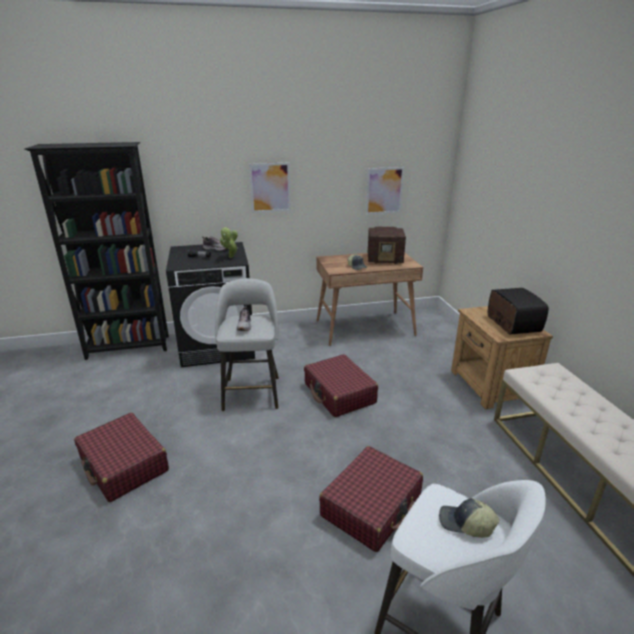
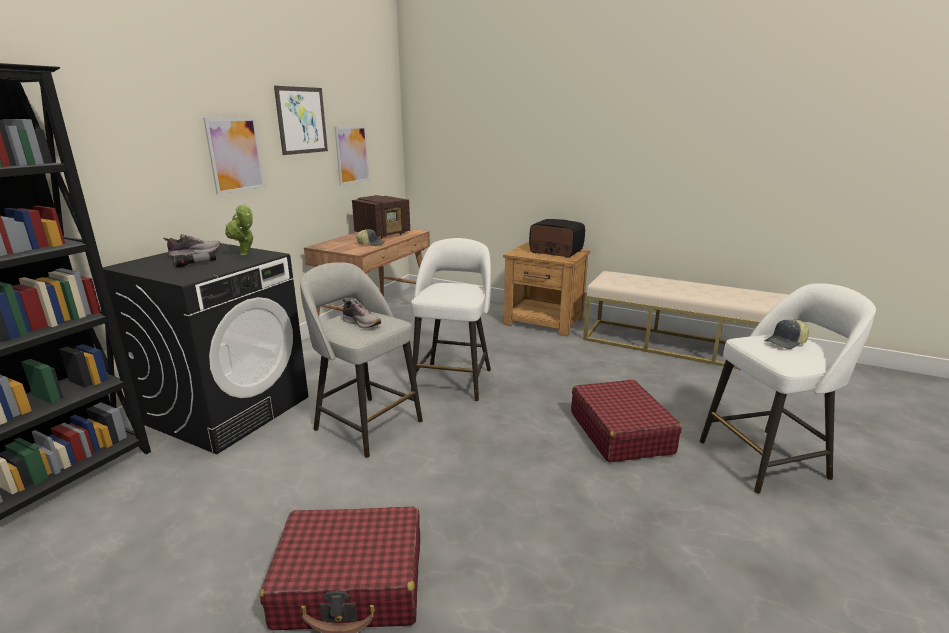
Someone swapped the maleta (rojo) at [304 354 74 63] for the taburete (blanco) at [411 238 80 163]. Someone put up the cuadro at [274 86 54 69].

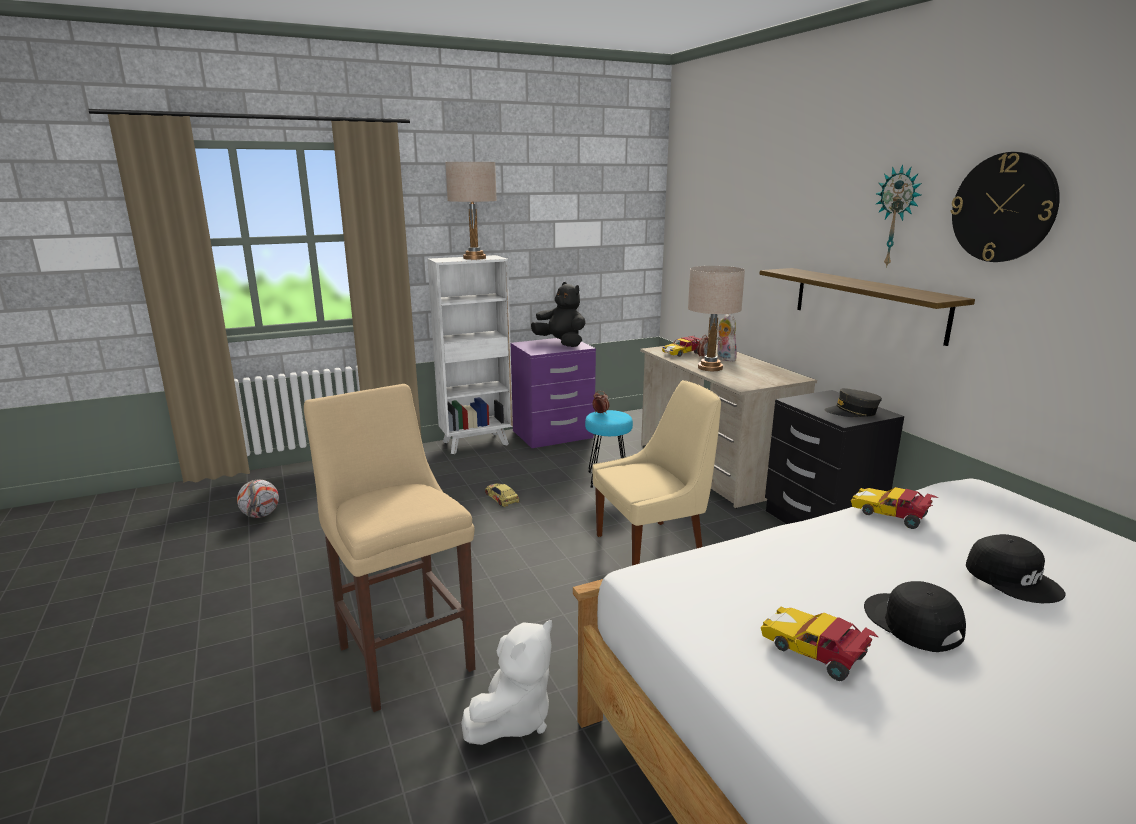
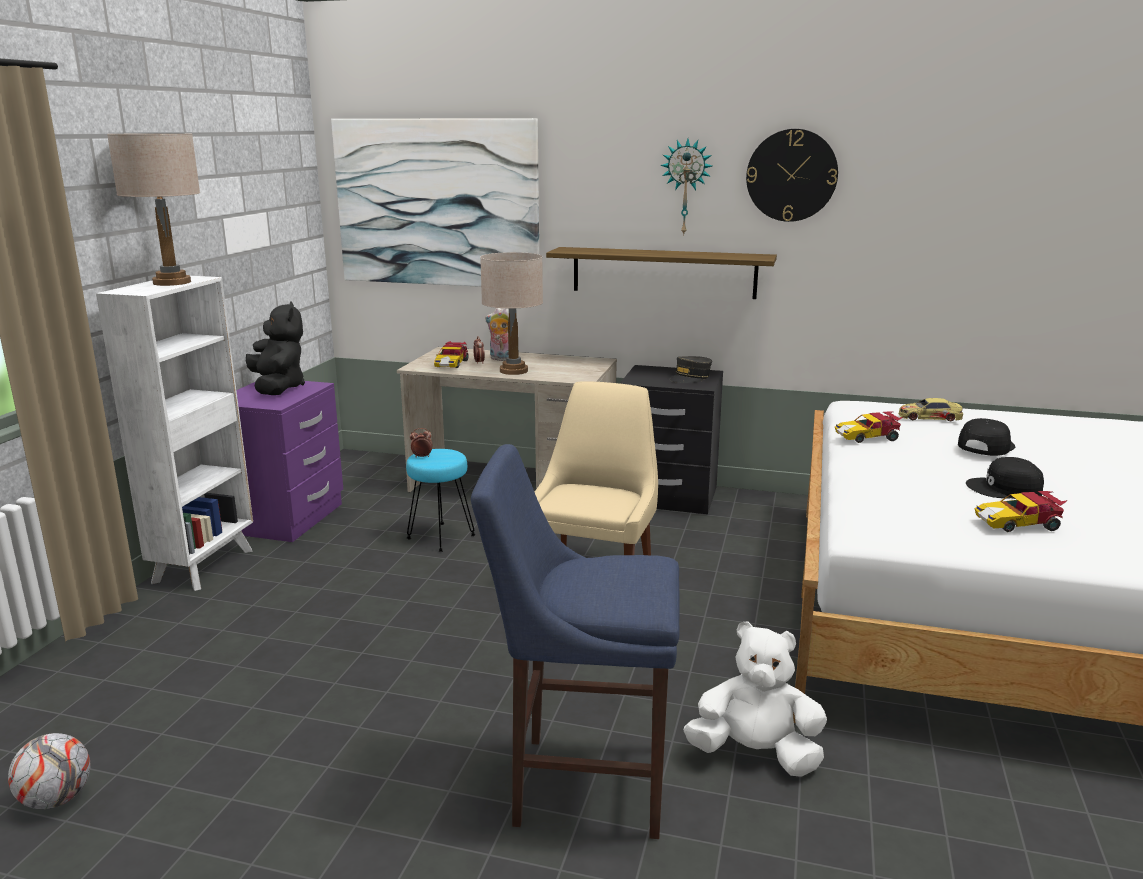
Someone repainted the taburete (beis) at [304 384 171 328], which became the taburete (azul) at [471 444 209 395]. Someone rotated the peluche (blanco) at [461 620 91 125] by 60 degrees counterclockwise. Someone carried the coche de juguete from [485 484 35 23] to [898 398 65 23]. Someone rotated the peluche (negro) at [531 282 55 65] by 75 degrees clockwise. Someone rotated the gorra (negro) at [966 534 100 69] by 60 degrees counterclockwise. Someone put up the cuadro at [331 118 208 169].

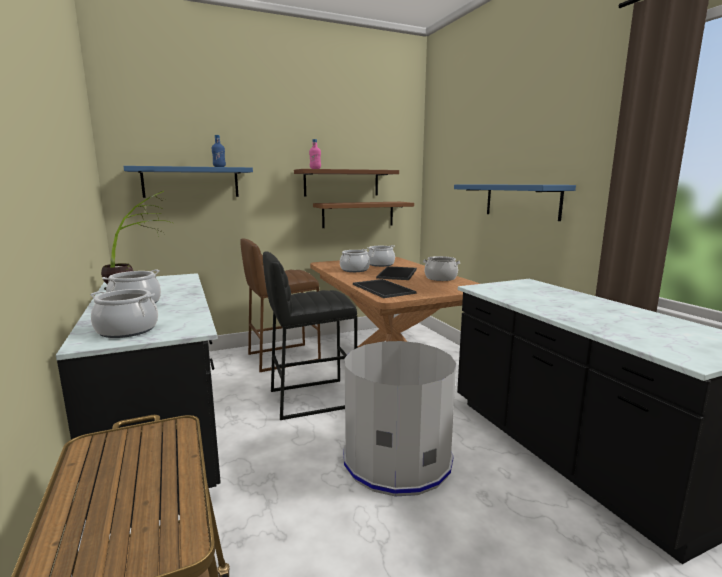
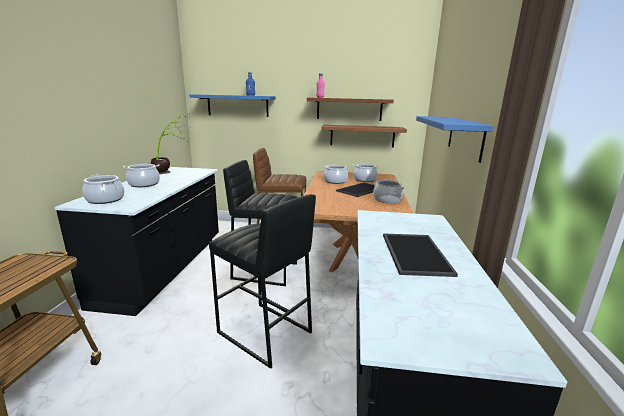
Someone swapped the papelera (gris) at [343 341 113 155] for the taburete (negro) at [209 194 107 175]. Someone carried the bandeja from [353 279 64 19] to [383 233 75 44].

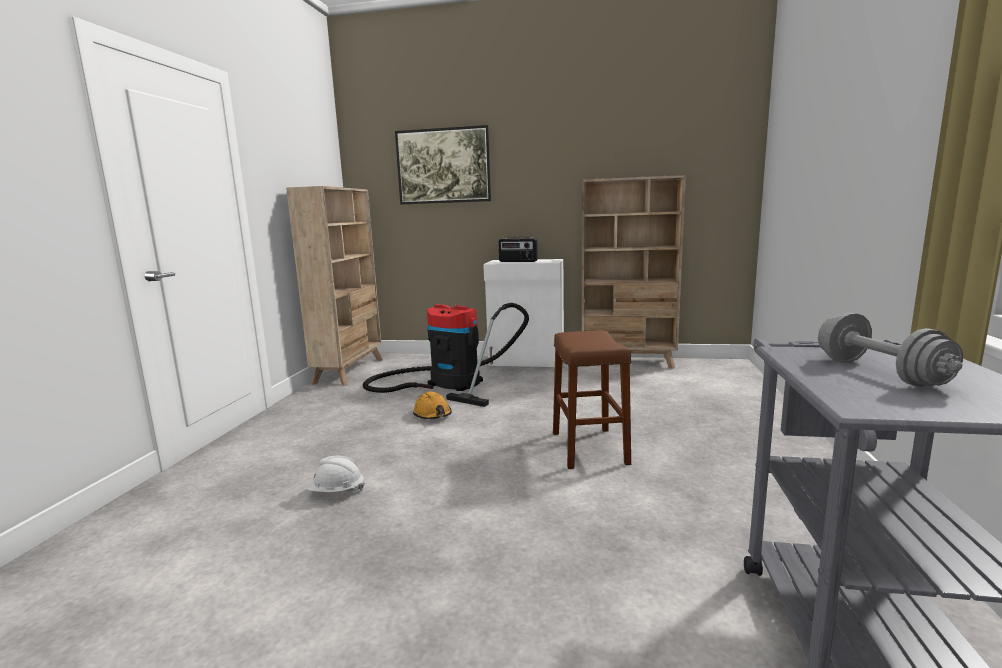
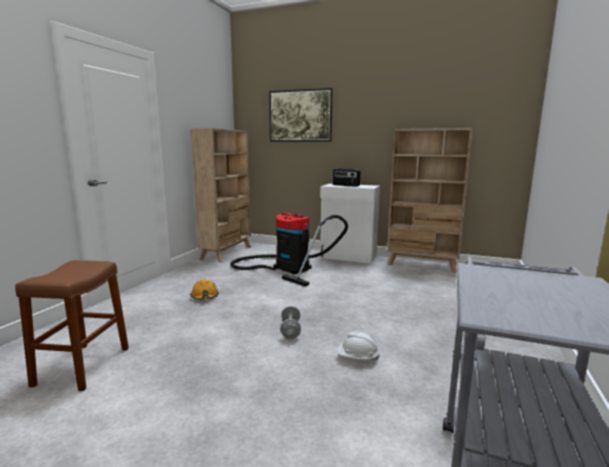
Someone carried the casco (blanco) from [307 456 58 36] to [338 331 42 30]. Someone carried the casco (naranja) from [413 391 39 28] to [191 279 27 21]. Someone carried the taburete (marrón) from [553 330 78 139] to [15 260 114 131]. Someone carried the mancuerna (gris) from [818 312 145 75] to [281 306 20 34].

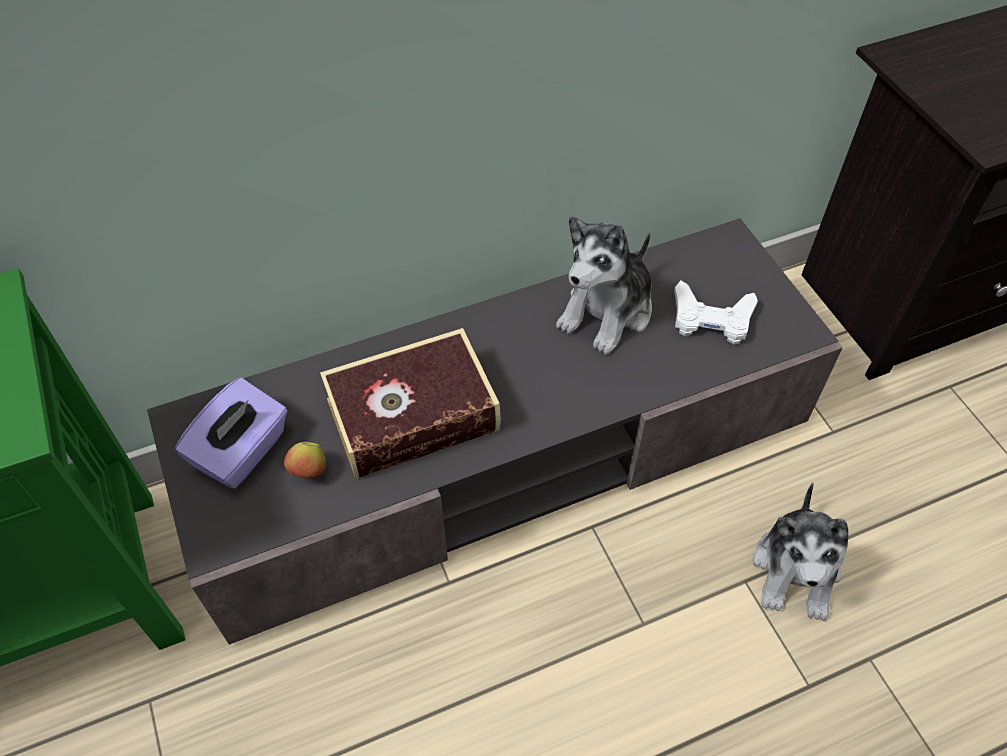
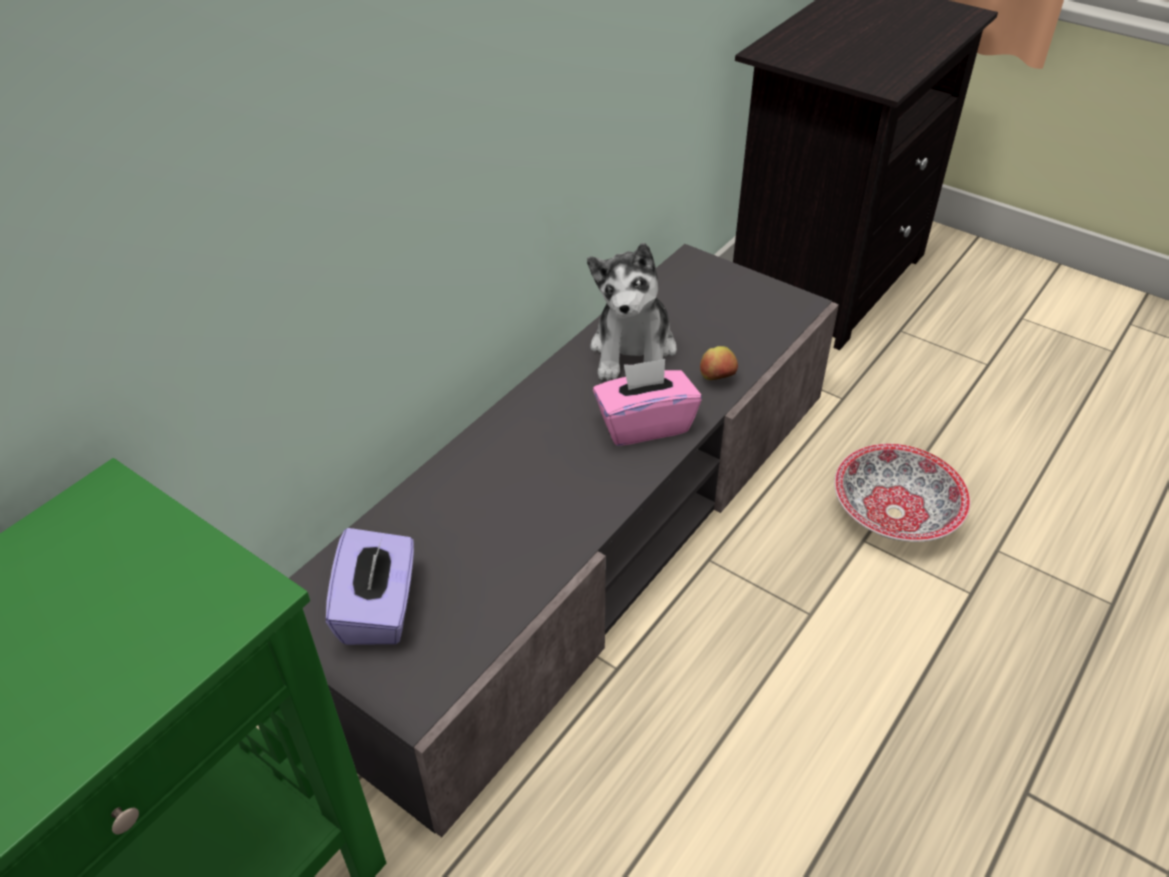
Someone carried the manzana from [284 442 42 37] to [700 346 38 34]. Someone took away the libro at [320 328 181 151]. Someone took away the mando de consola (blanco) at [674 281 84 64]. Someone swapped the peluche at [753 483 95 138] for the cuenco at [834 443 136 99]. Someone put down the caja de pañuelos (rosa) at [593 359 109 87].

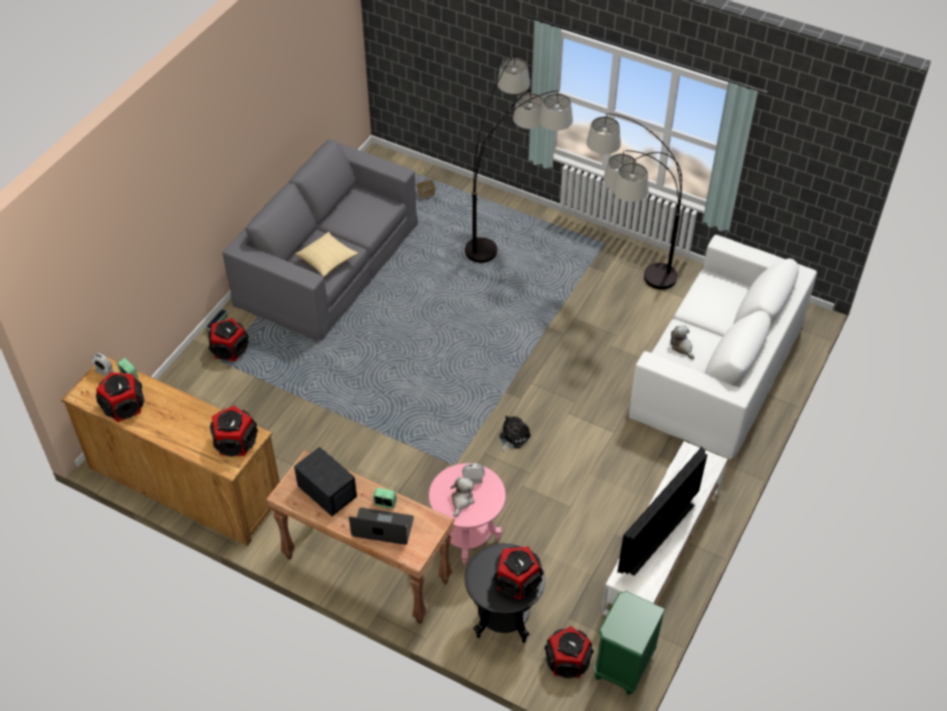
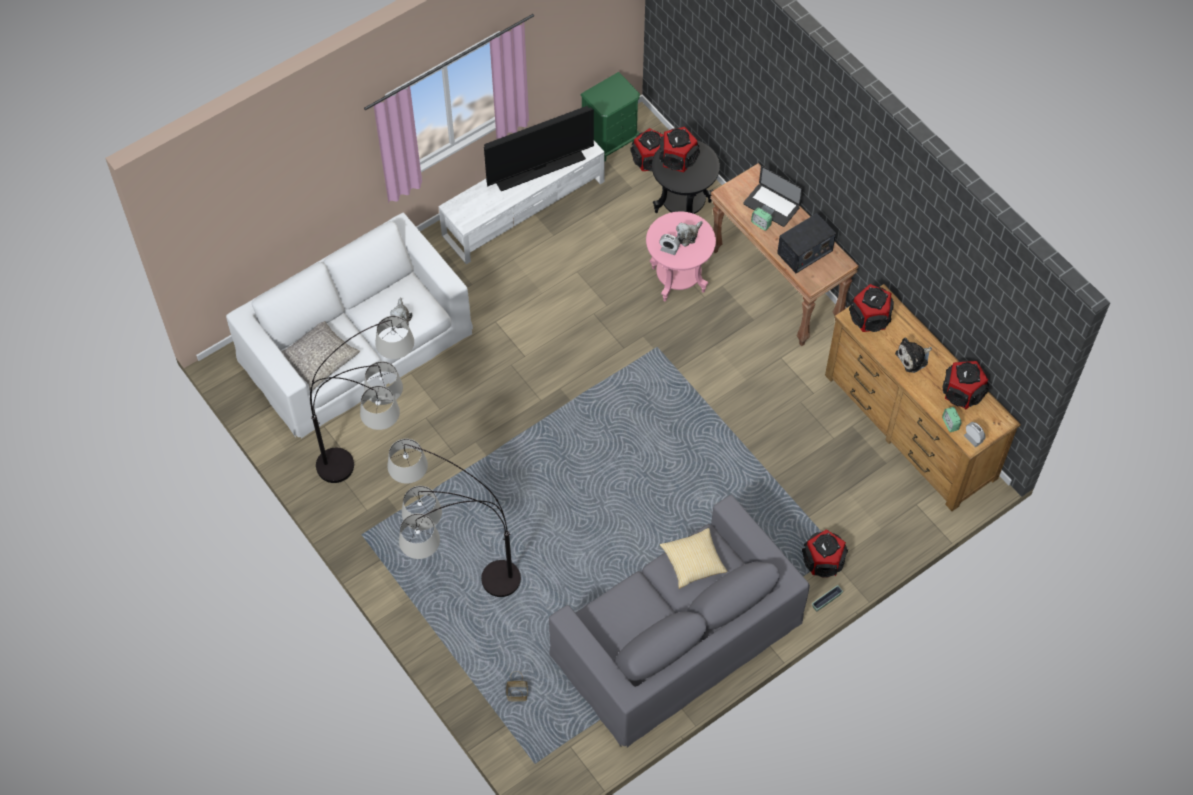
Someone rotated the radio at [294 447 63 69] by 105 degrees counterclockwise. Someone carried the peluche from [499 416 32 36] to [895 338 37 35]. Someone put down the cojín (gris) at [281 321 79 69].

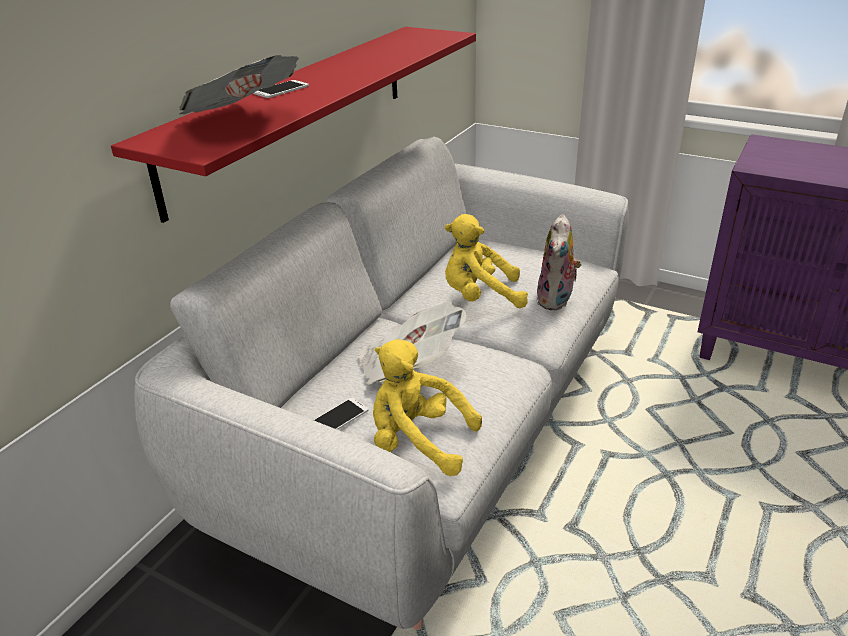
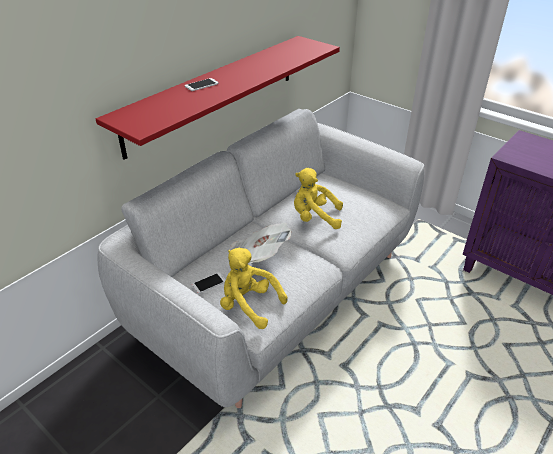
Someone took away the periódico at [179 55 120 59]. Someone took away the peluche at [537 214 45 97].

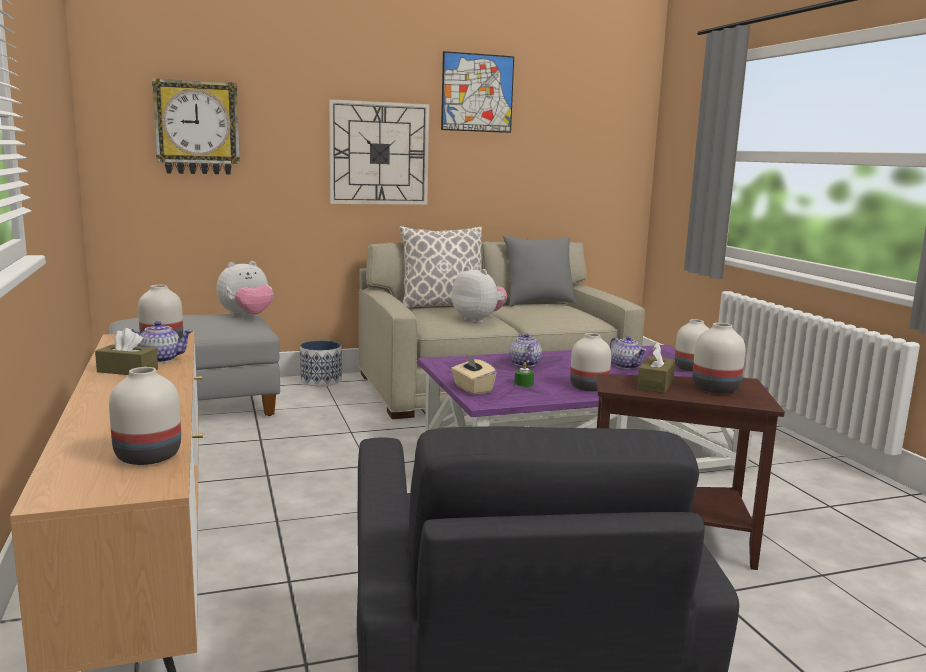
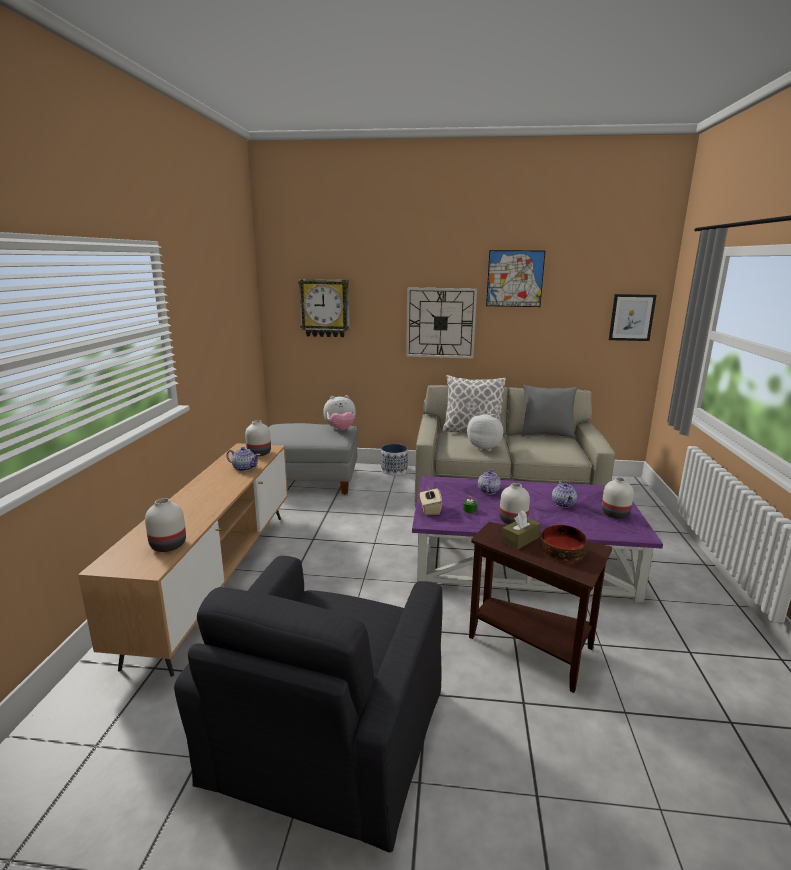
Someone took away the caja de pañuelos (marrón) at [95 328 63 47]. Someone rotated the peluche at [452 266 55 57] by 45 degrees counterclockwise. Someone swapped the florero (blanco) at [692 323 53 71] for the cuenco at [540 525 47 37]. Someone put up the cuadro at [609 294 48 47].

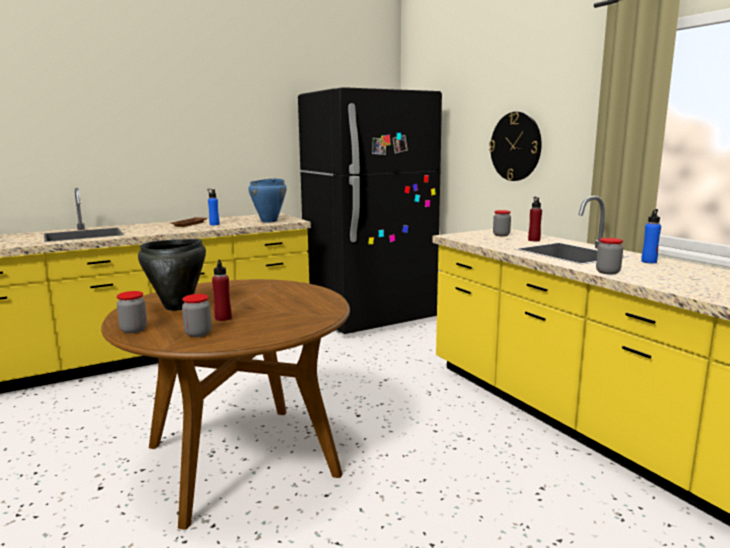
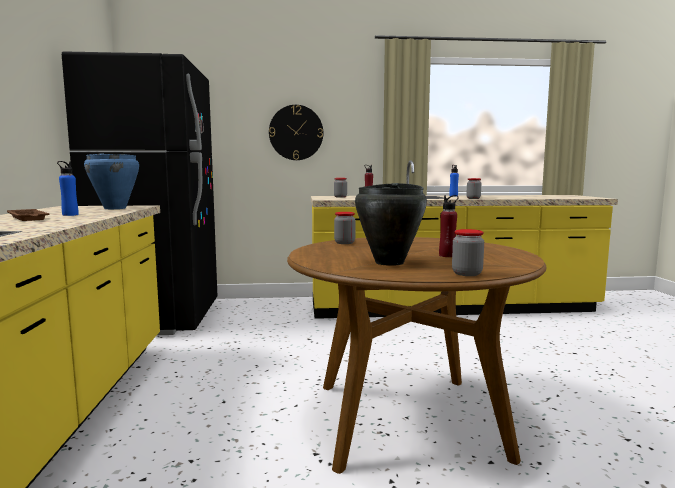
Someone carried the tarro from [182 294 30 43] to [334 212 22 32].

